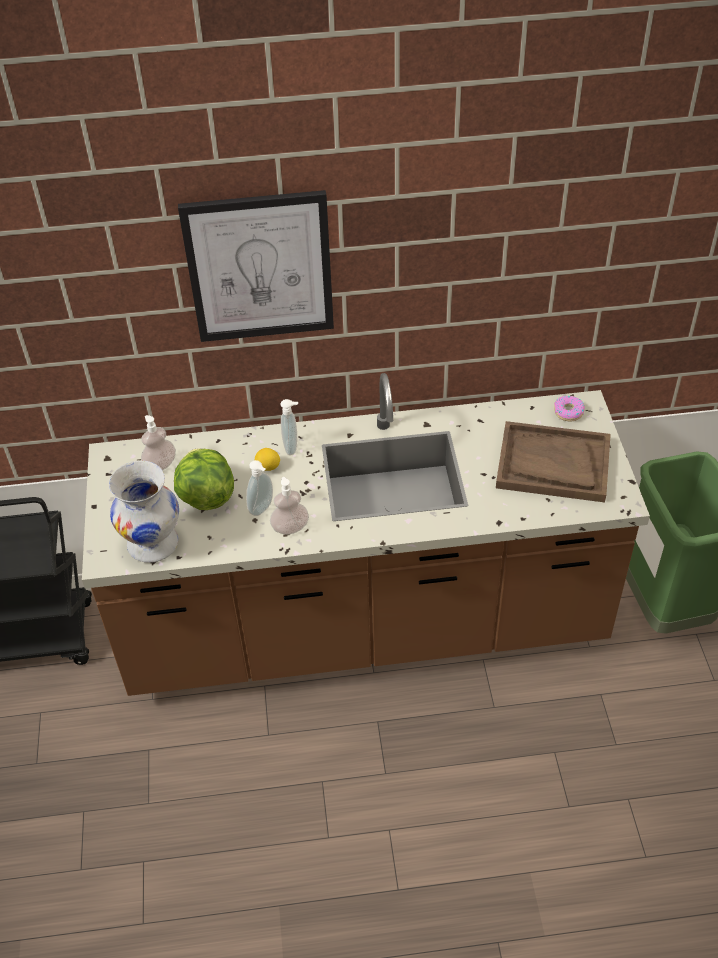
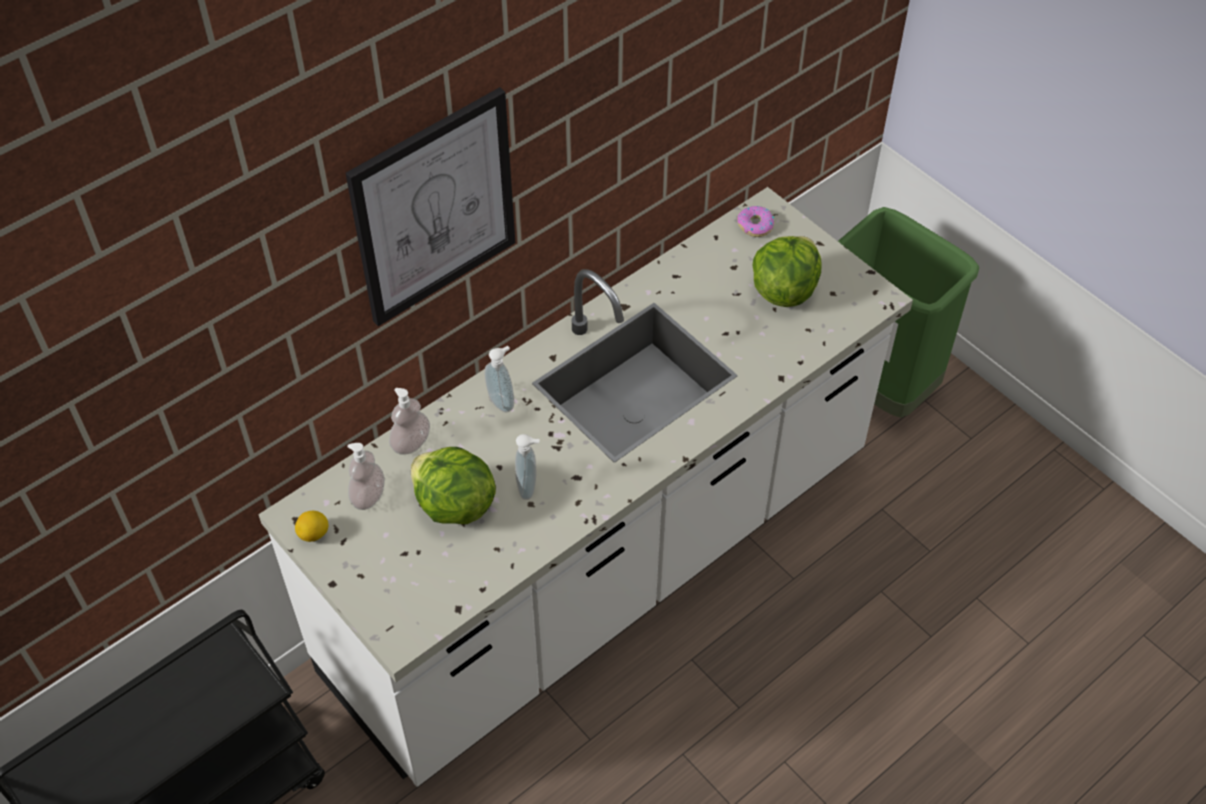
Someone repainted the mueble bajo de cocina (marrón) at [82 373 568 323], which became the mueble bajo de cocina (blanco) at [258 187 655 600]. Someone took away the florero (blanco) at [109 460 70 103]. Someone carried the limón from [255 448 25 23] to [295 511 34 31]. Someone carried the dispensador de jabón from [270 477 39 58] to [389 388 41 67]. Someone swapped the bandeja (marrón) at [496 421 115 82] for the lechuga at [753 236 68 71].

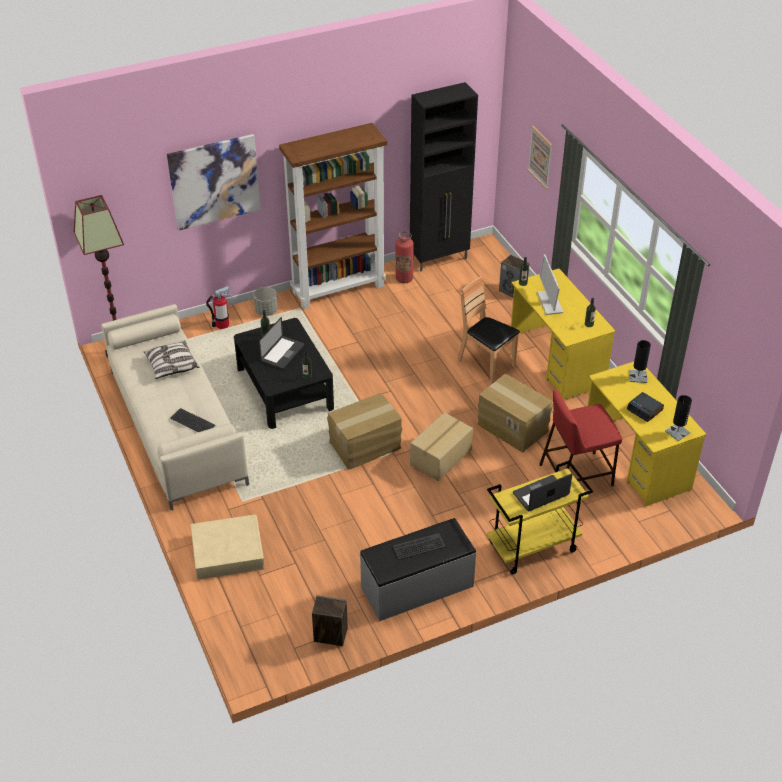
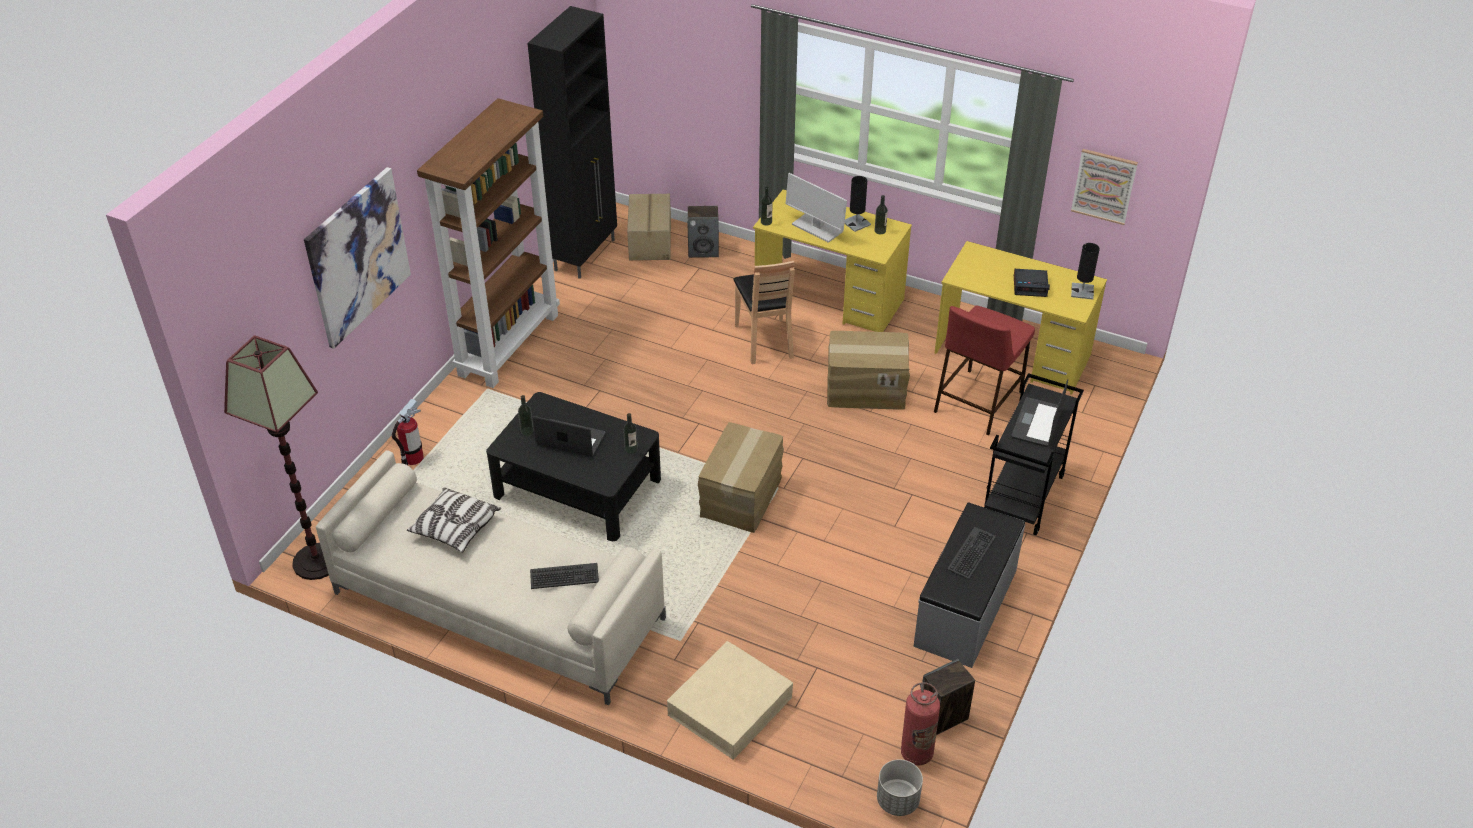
Someone carried the maceta (gris) from [253 287 25 29] to [877 759 46 57]. Someone rotated the portátil at [259 317 45 52] by 60 degrees counterclockwise. Someone carried the extintor from [396 231 17 52] to [901 682 39 83]. Someone carried the caja de cartón from [410 412 63 69] to [627 194 44 66]. Someone rotated the silla (marrón) at [457 276 63 108] by 105 degrees counterclockwise. Someone repainted the carrito (amarillo) at [487 460 106 115], which became the carrito (negro) at [984 373 100 162]. Someone carried the cuadro from [527 126 26 63] to [1071 149 67 76]. Someone carried the lámpara de mesa (negro) from [629 340 22 43] to [844 176 27 56].

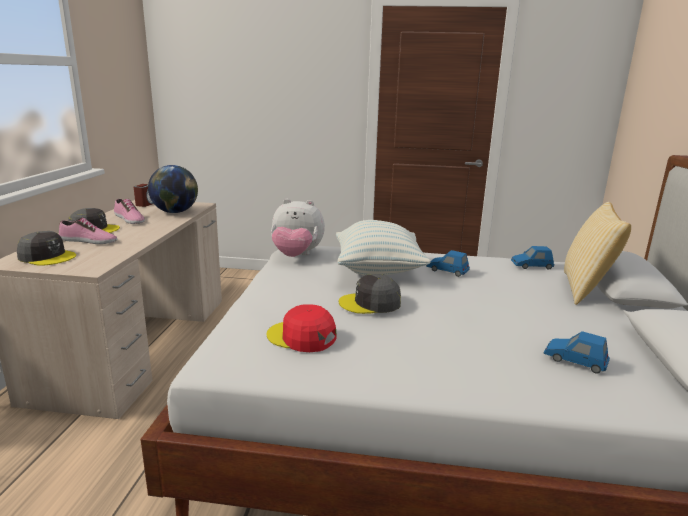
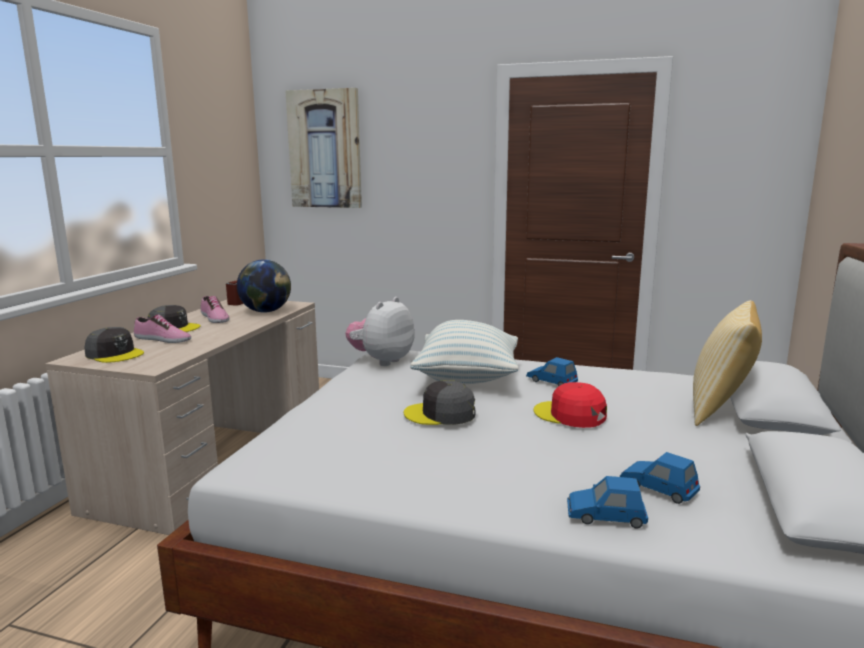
Someone carried the gorra (rojo) from [266 304 71 48] to [534 382 73 46]. Someone rotated the peluche at [271 199 54 58] by 105 degrees clockwise. Someone carried the coche de juguete (azul) from [511 246 43 24] to [567 476 81 53]. Someone put up the cuadro at [285 88 77 120].

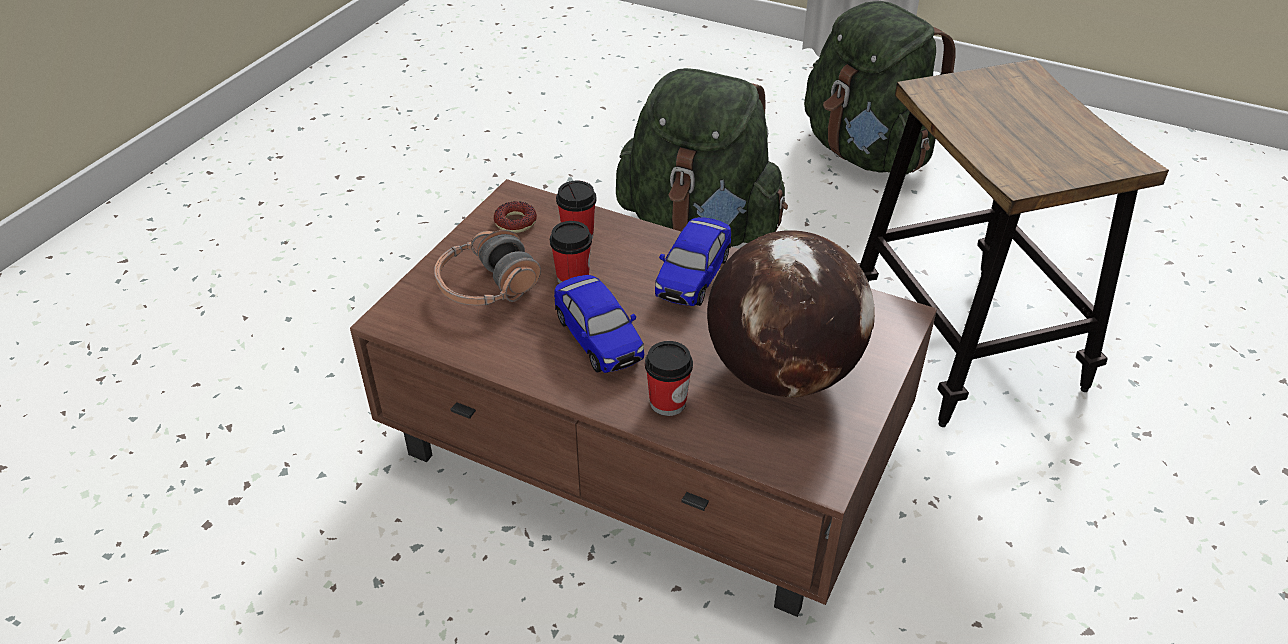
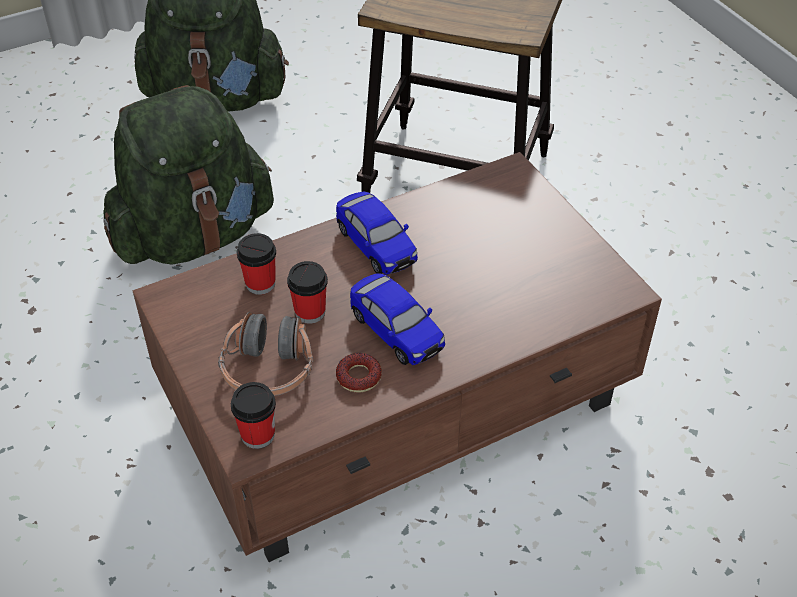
Someone carried the rosquilla from [494 201 43 32] to [336 353 46 40]. Someone rotated the coche de juguete at [554 275 90 98] by 45 degrees clockwise. Someone carried the taza from [645 341 48 75] to [231 382 45 67]. Someone took away the globo terráqueo at [707 230 168 168].

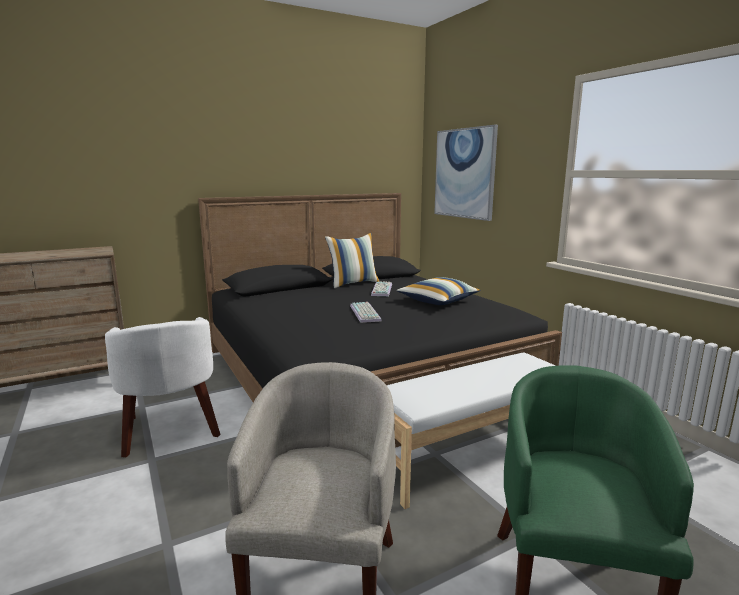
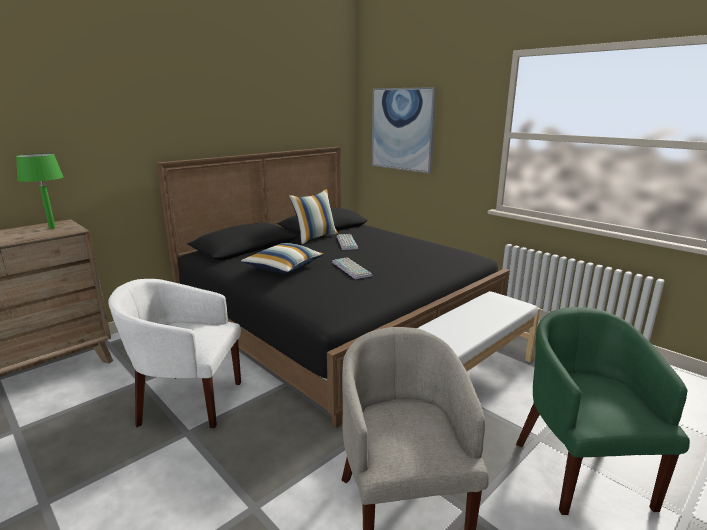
Someone rotated the sillón (blanco) at [105 317 115 141] by 135 degrees clockwise. Someone carried the cojín from [397 277 83 28] to [241 243 83 31]. Someone put down the lámpara de mesa (verde) at [16 153 48 76].

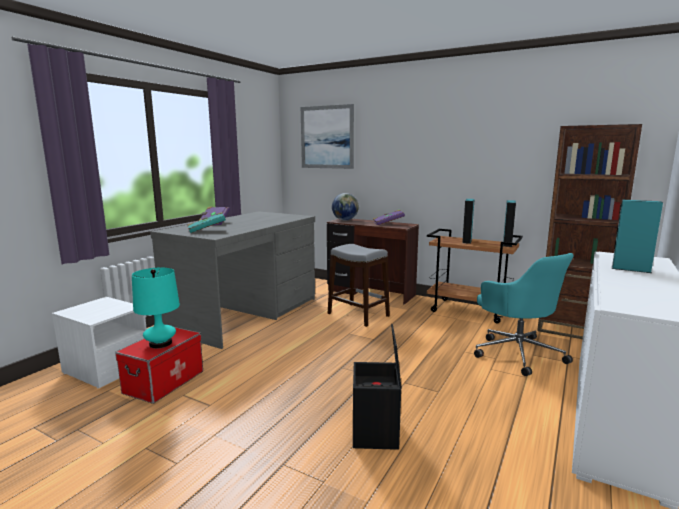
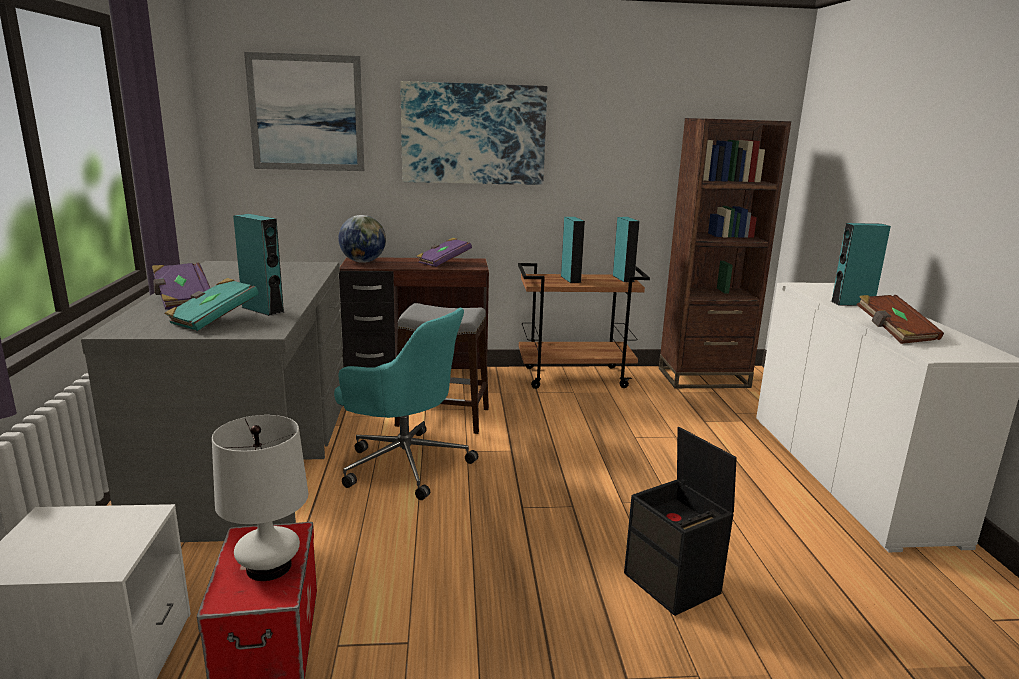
Someone repainted the lámpara de mesa (turquesa) at [132 268 48 80], which became the lámpara de mesa (blanco) at [212 415 96 166]. Someone carried the silla de oficina (turquesa) from [474 253 99 123] to [334 308 144 192]. Someone put down the altavoz (turquesa) at [233 214 51 102]. Someone put up the cuadro at [400 81 147 104]. Someone put down the libro (marrón) at [857 295 87 49].

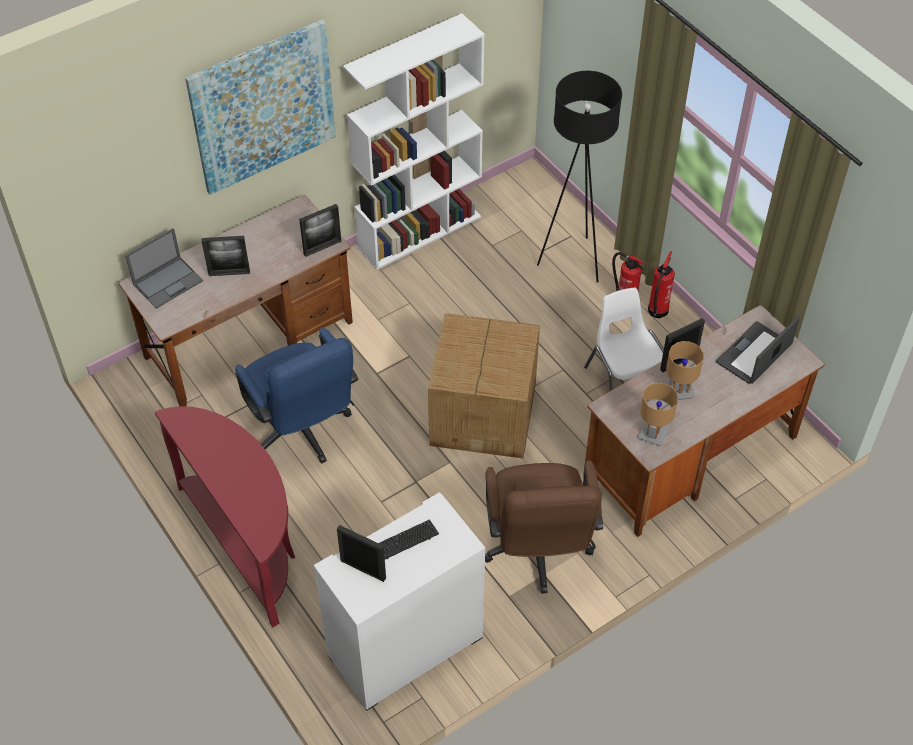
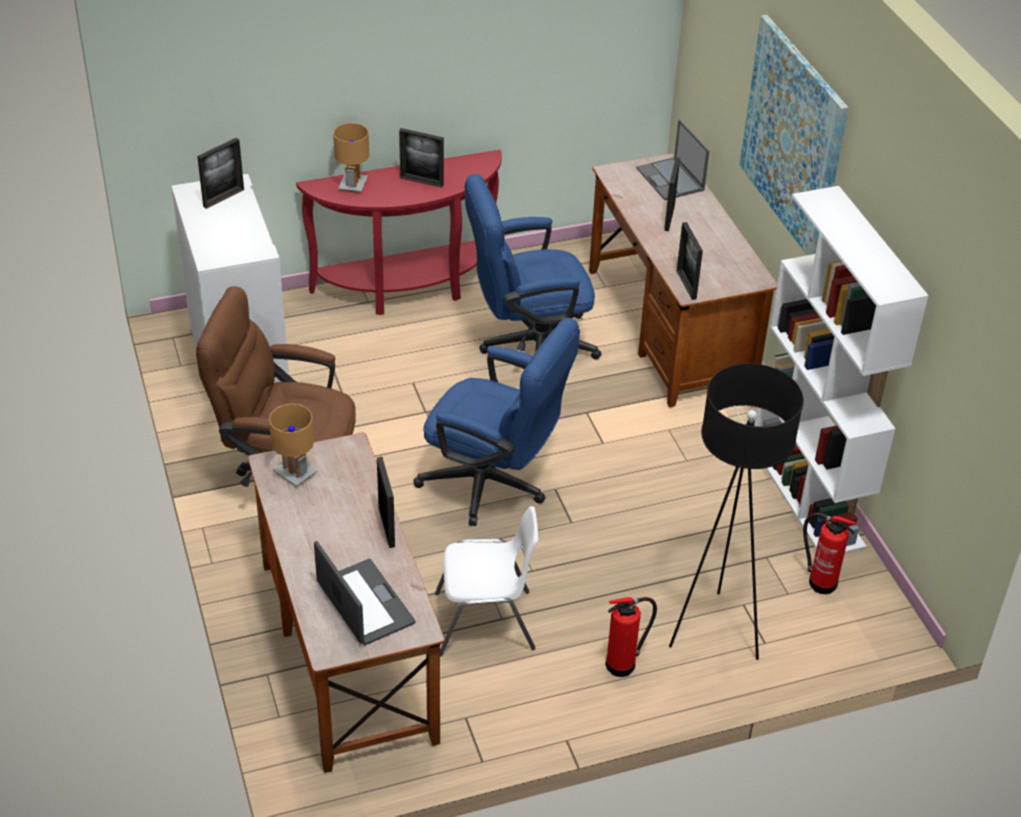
Someone took away the teclado at [379 519 60 40]. Someone swapped the caja de cartón at [428 313 112 146] for the silla de oficina (azul) at [413 318 167 208]. Someone carried the extintor from [648 251 27 67] to [803 513 54 81]. Someone carried the lámpara de mesa (marrón) from [664 341 40 59] to [333 123 36 70]. Someone put down the portarretratos at [399 128 45 60].

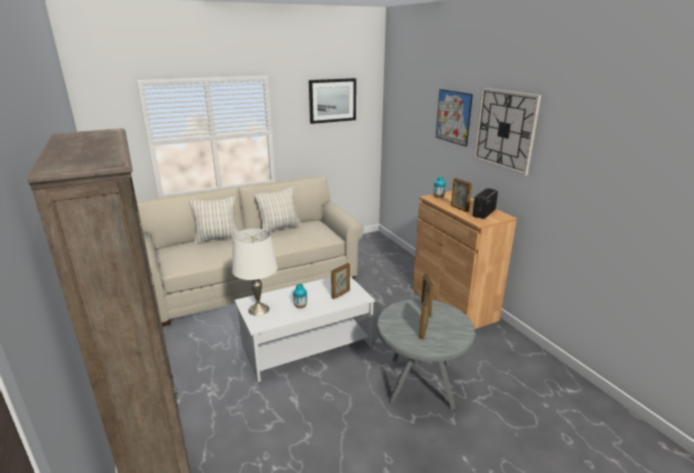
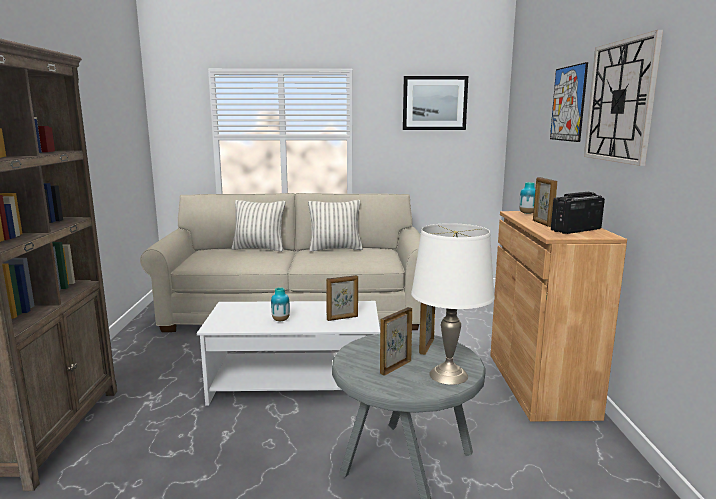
Someone carried the lámpara de mesa (blanco) from [232 229 46 87] to [411 223 84 162].

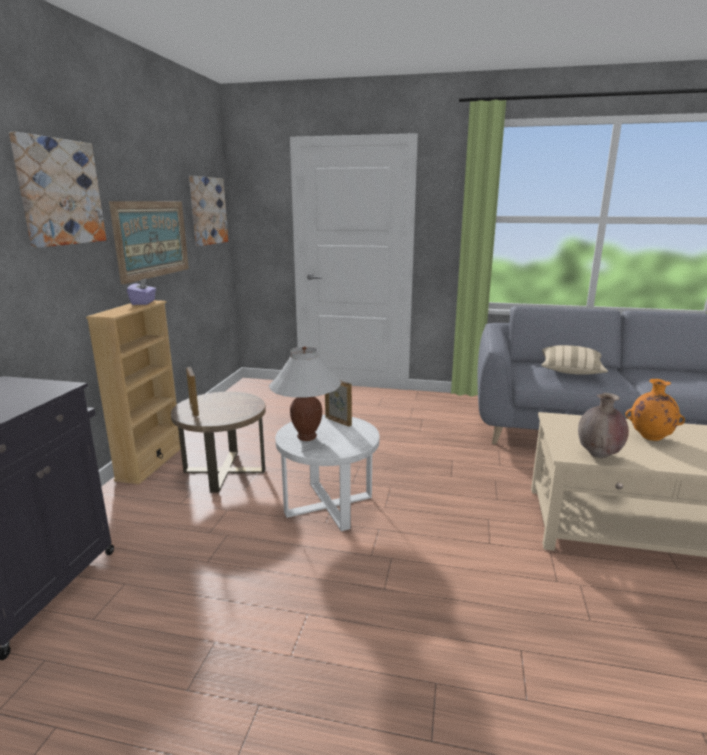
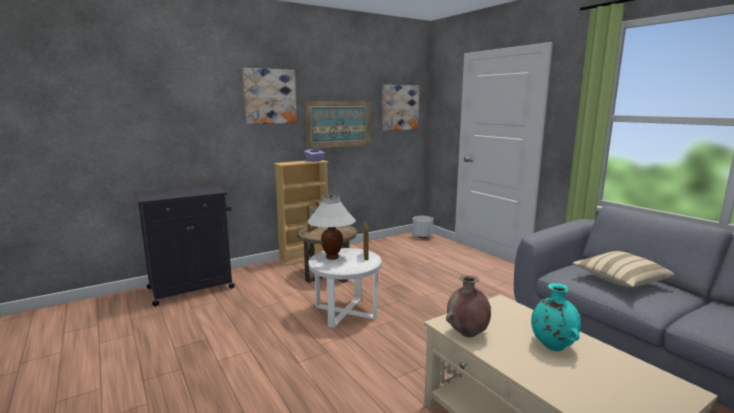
Someone repainted the florero (naranja) at [625 379 60 62], which became the florero (turquesa) at [531 283 50 68]. Someone put down the maceta (blanco) at [412 216 21 22].

